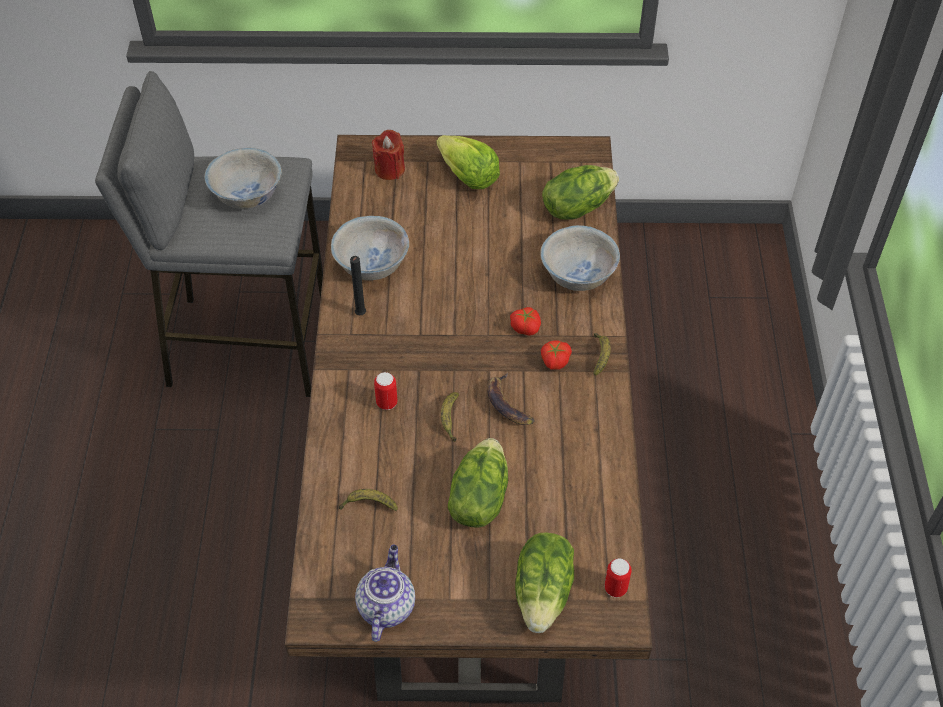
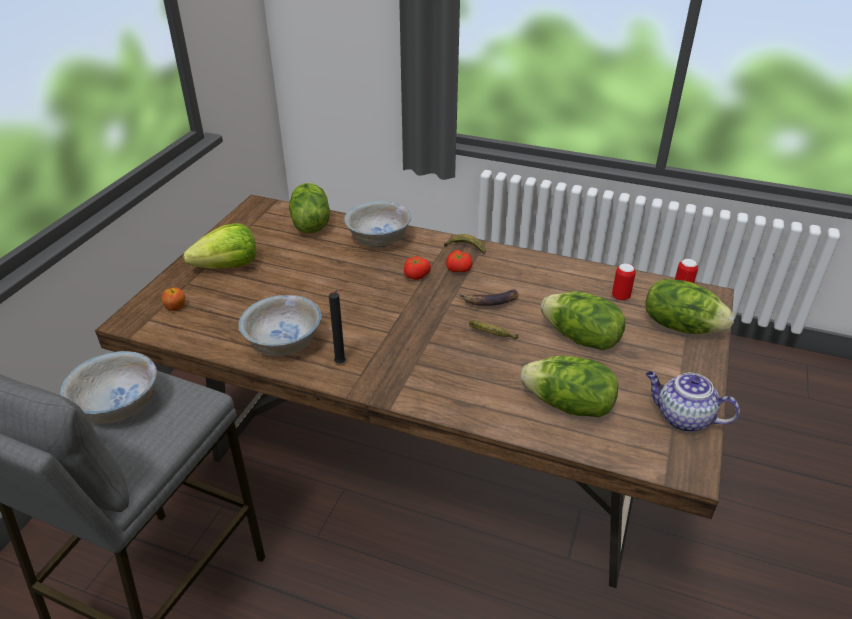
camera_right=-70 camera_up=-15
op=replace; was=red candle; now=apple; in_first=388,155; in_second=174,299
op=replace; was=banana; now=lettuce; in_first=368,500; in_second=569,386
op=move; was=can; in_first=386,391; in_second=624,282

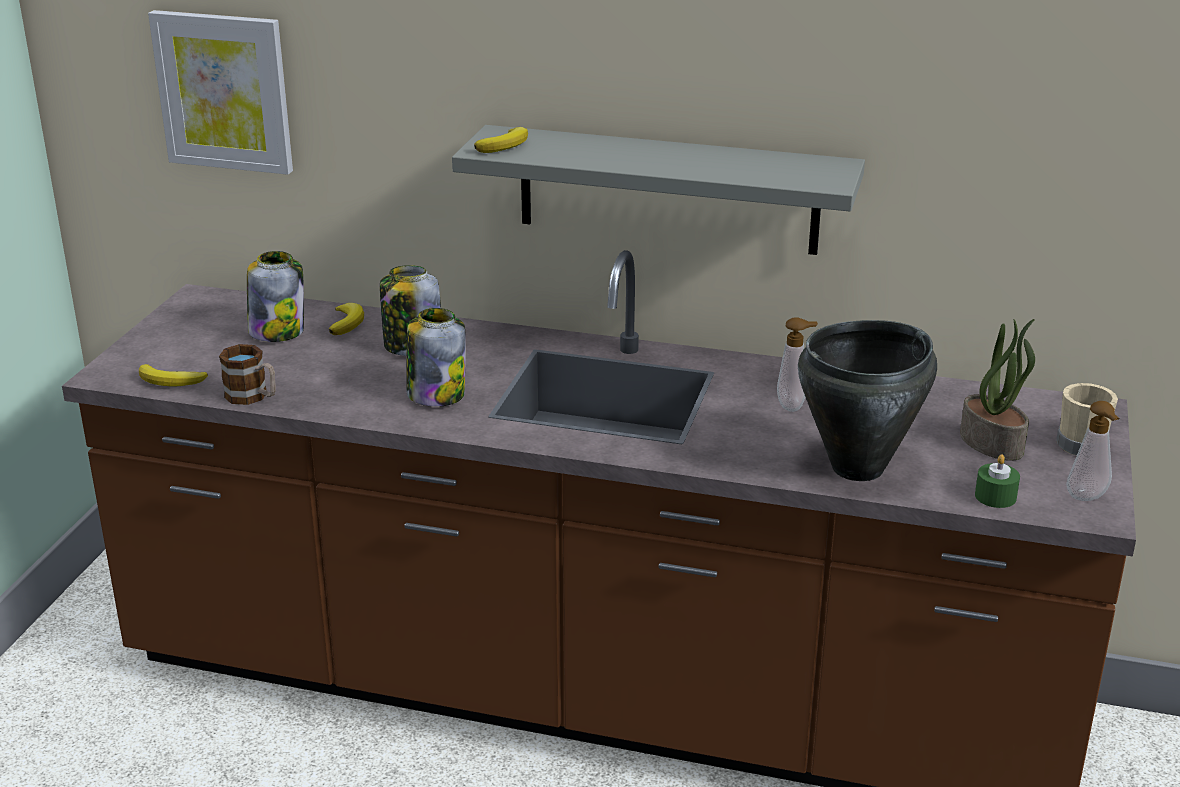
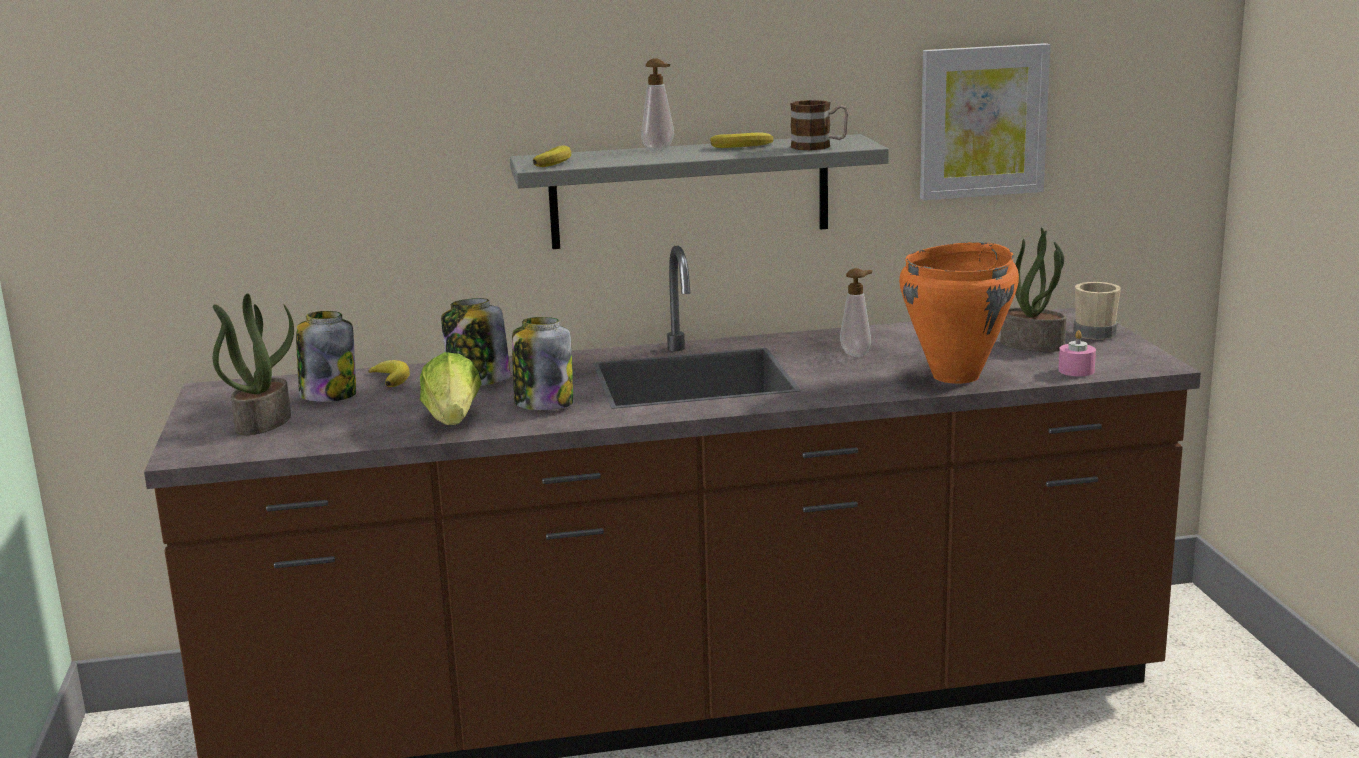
camera_right=-25 camera_up=-10
op=insert; now=potted plant; in_second=253,364
op=insert; now=lettuce; in_second=451,388
op=move; was=soap dispenser; in_first=1093,451; in_second=657,104
op=move; was=banana; in_first=173,375; in_second=742,140
op=move; was=mug; in_first=247,374; in_second=819,125
op=recolor; was=black cooking pot; now=orange cooking pot; in_first=867,400; in_second=959,313
op=move; was=picture; in_first=220,92; in_second=985,121
op=recolor; was=green candle; now=pink candle; in_first=997,481; in_second=1077,353

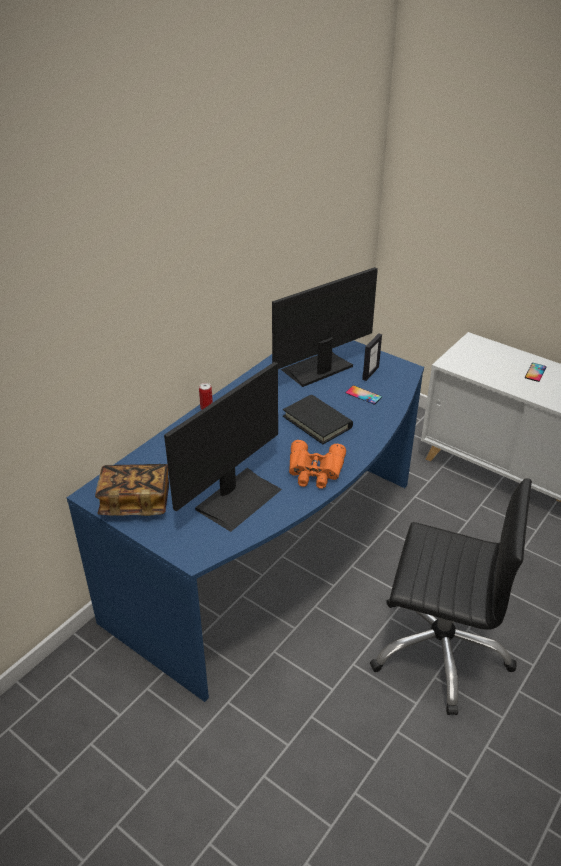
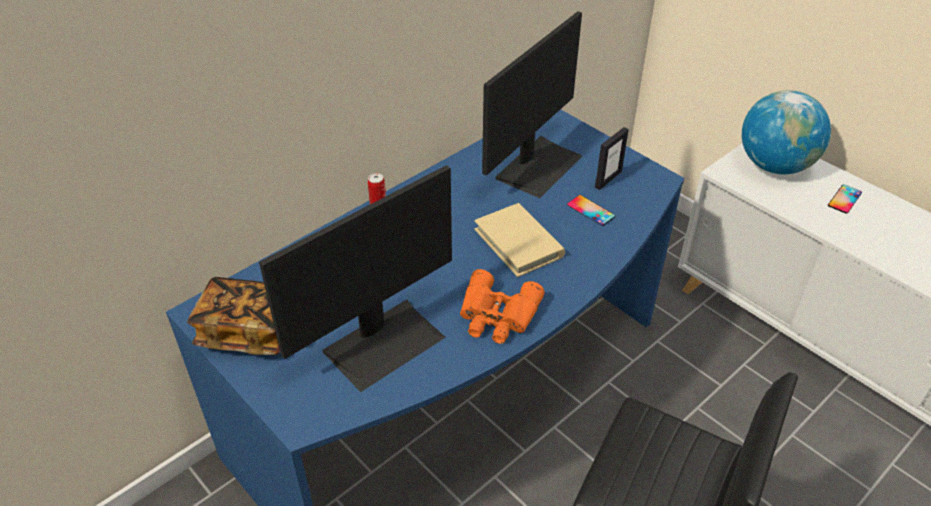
camera_right=10 camera_up=5
op=recolor; was=black book; now=beige book; in_first=318,419; in_second=519,240
op=rotate; was=monitor; in_first=325,327; in_second=532,104; clockwise=150
op=insert; now=globe; in_second=786,132

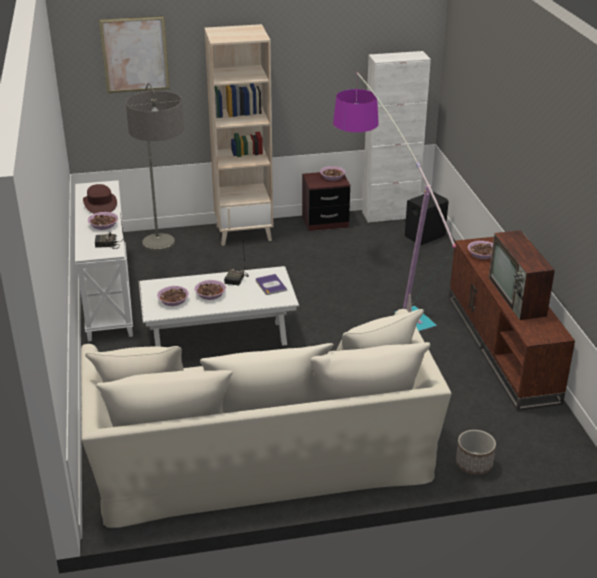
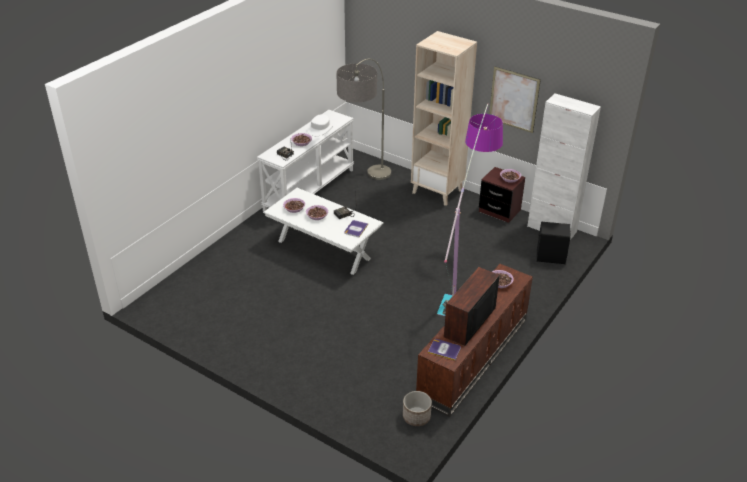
camera_right=45 camera_up=5
op=recolor; was=brown hat; now=white hat; in_first=100,199; in_second=320,125
op=move; was=planter; in_first=476,452; in_second=417,408
op=insert; now=book; in_second=444,350
op=move; was=picture; in_first=134,54; in_second=515,99
op=delete; was=beige sofa; in_first=266,418

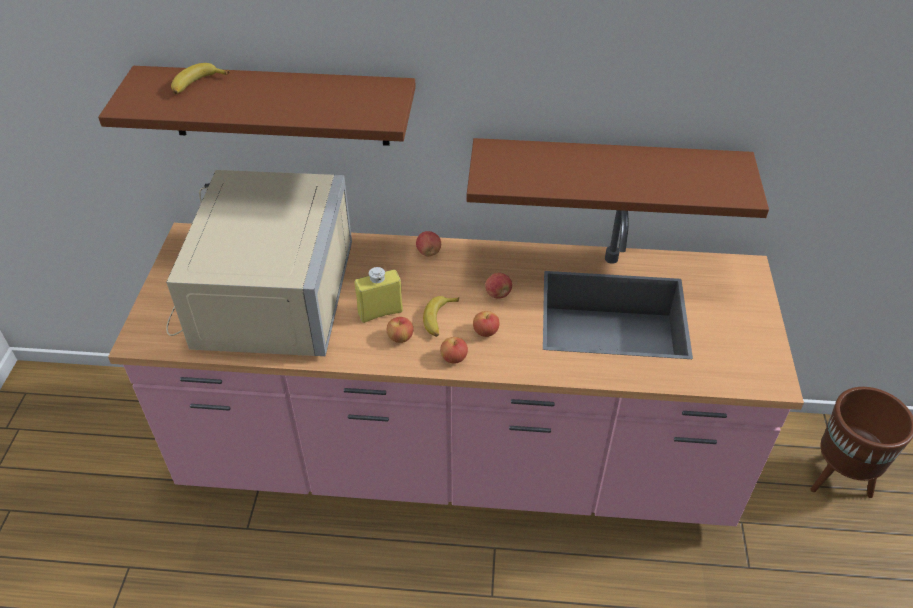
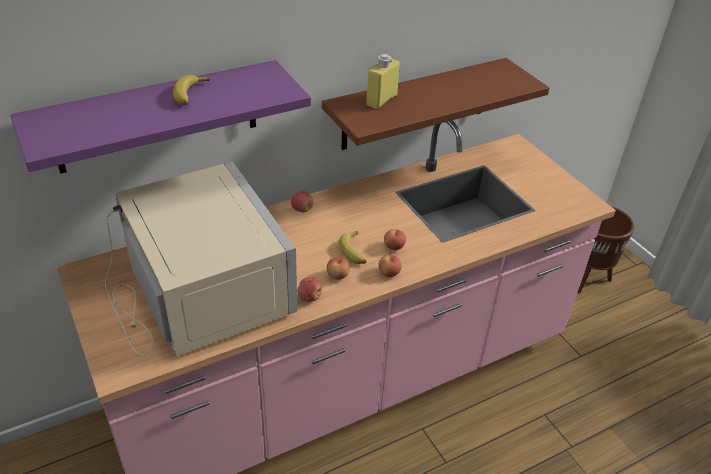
camera_right=-35 camera_up=-5
op=recolor; was=brown shelf; now=purple shelf; in_first=257,106; in_second=160,117
op=move; was=banana; in_first=200,78; in_second=192,90
op=move; was=apple; in_first=498,286; in_second=309,289
op=move; was=yellow bottle; in_first=378,295; in_second=383,81

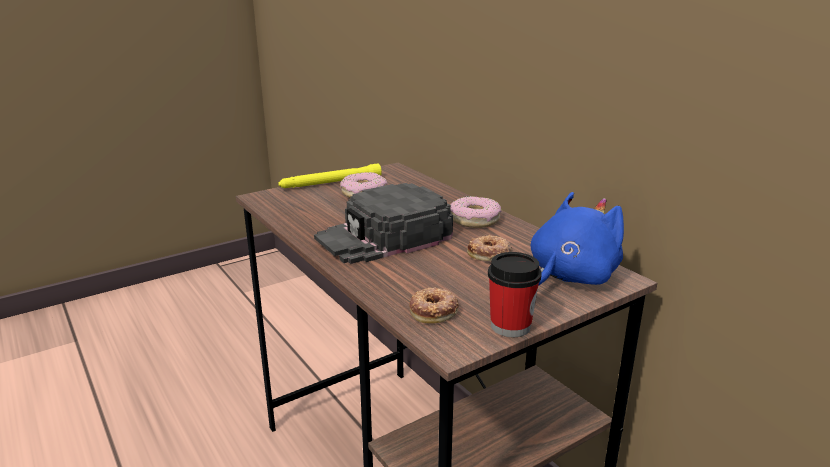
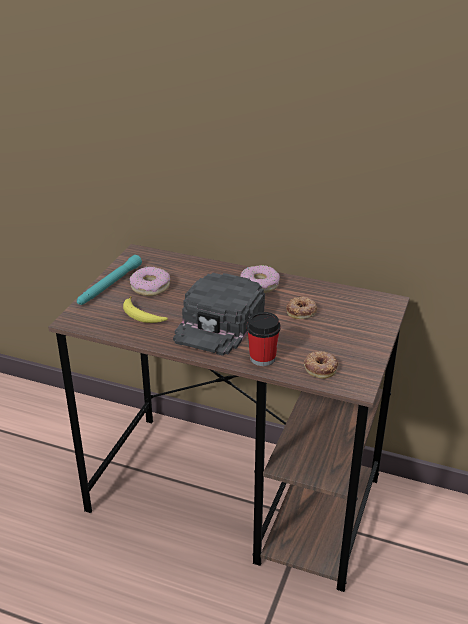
camera_right=-35 camera_up=10
op=recolor; was=yellow flashlight; now=turquoise flashlight; in_first=330,175; in_second=109,280
op=insert; now=banana; in_second=145,309
op=move; was=cup; in_first=515,294; in_second=264,339
op=delete; was=blue plush toy; in_first=577,239

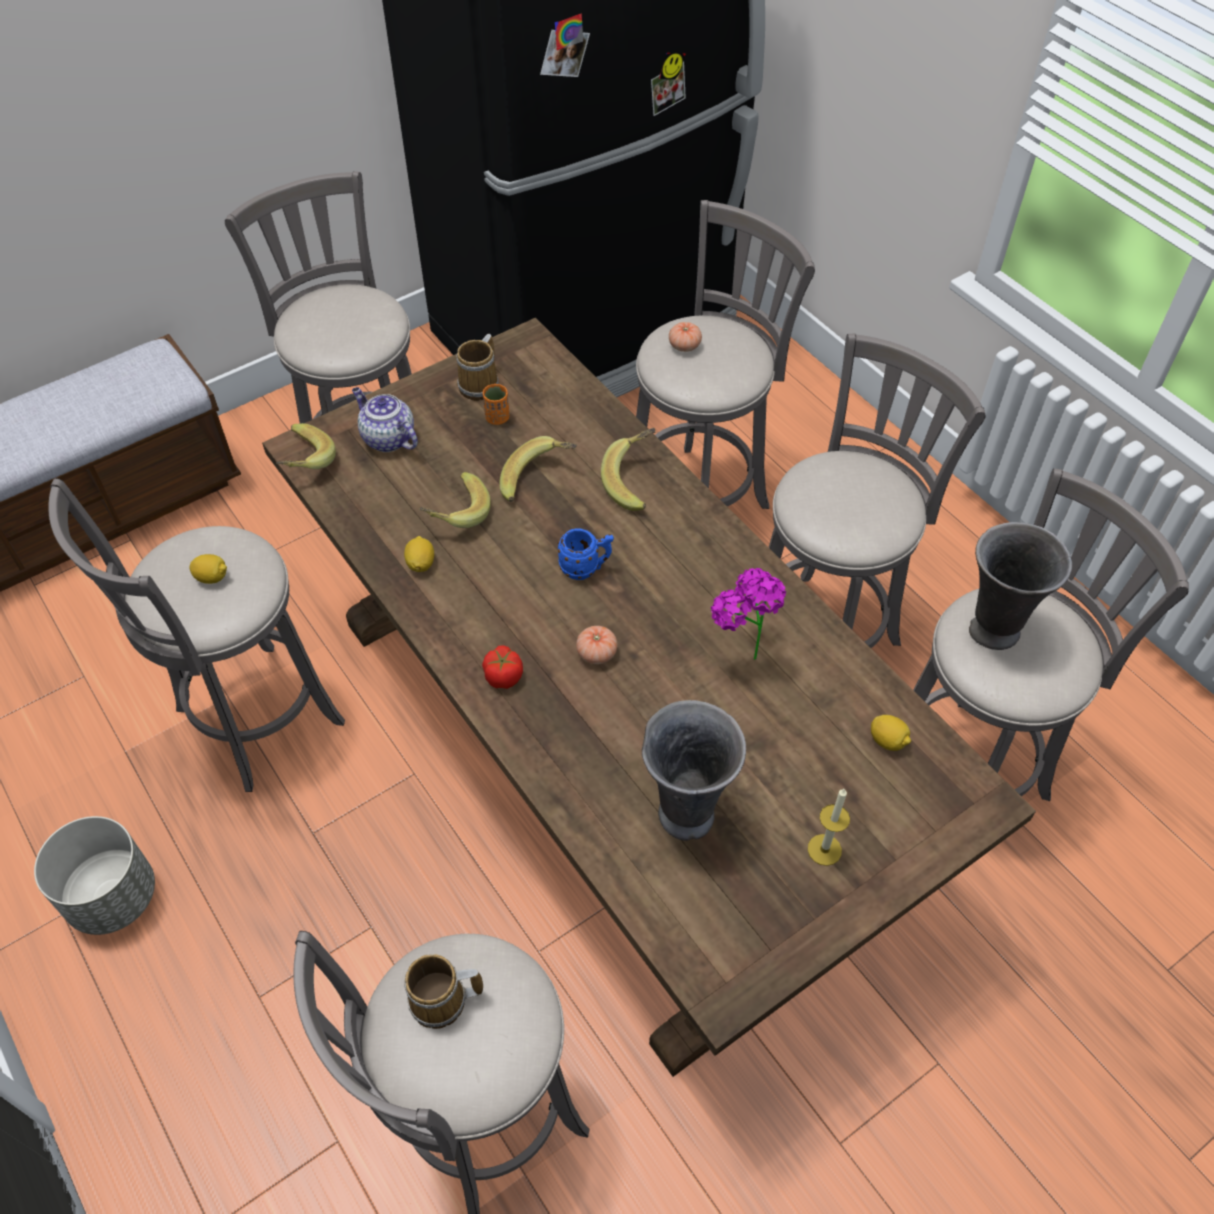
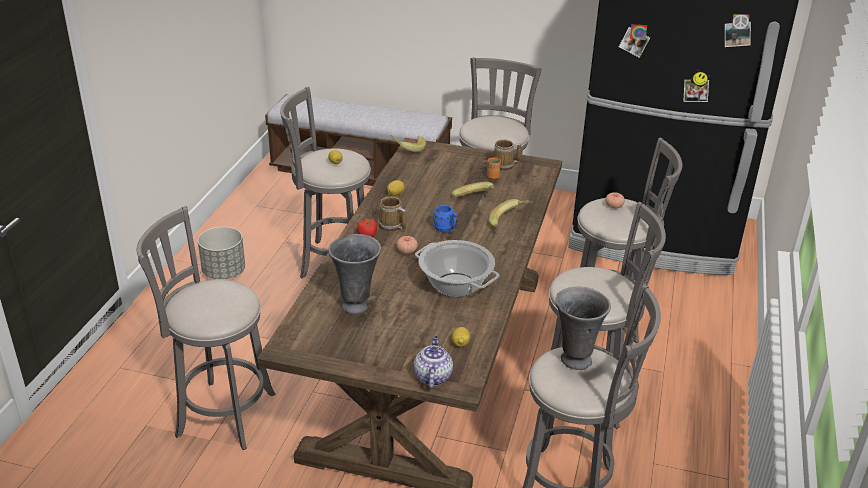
camera_right=50 camera_up=-20
op=move; was=mug; in_first=443,991; in_second=392,214
op=move; was=teapot; in_first=385,419; in_second=433,362
op=replace; was=potted plant; now=cooking pot; in_first=748,614; in_second=457,268
op=delete; was=banana; in_first=454,500
op=delete; was=candle; in_first=829,827

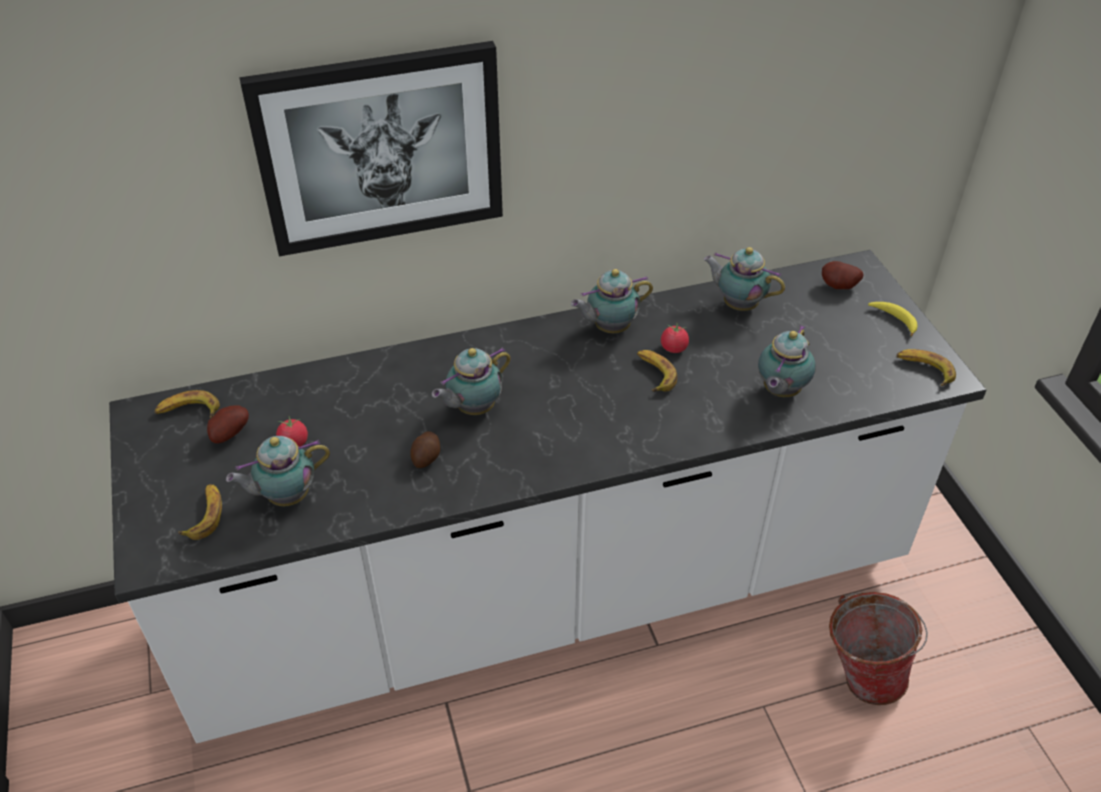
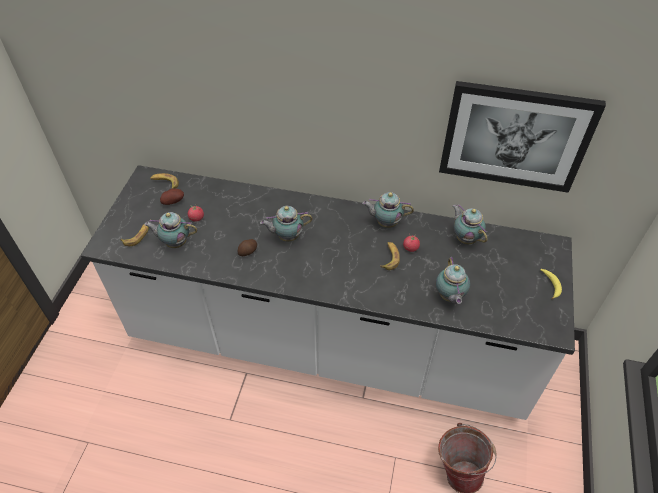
camera_right=30 camera_up=5
op=rotate; was=teapot; in_first=787,361; in_second=453,280; clockwise=-60
op=move; was=picture; in_first=371,148; in_second=522,137
op=delete; was=potato; in_first=843,275
op=delete; was=banana; in_first=926,367

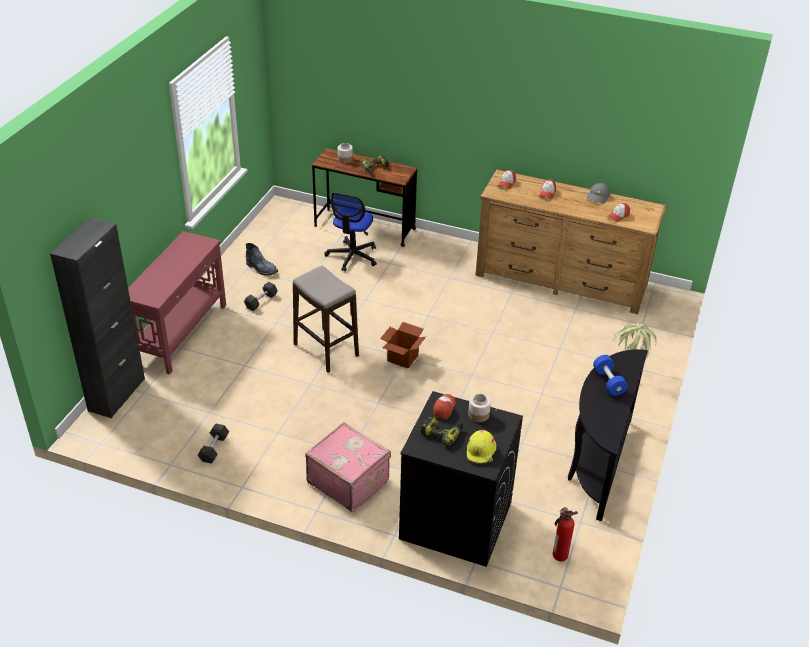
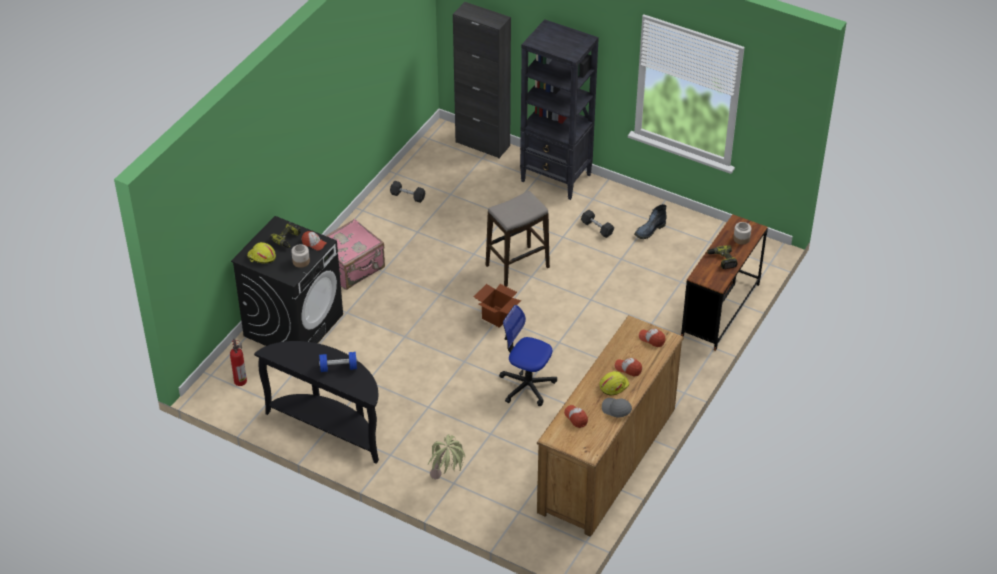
camera_right=100 camera_up=5
op=move; was=office chair; in_first=350,232; in_second=528,355
op=replace; was=red console table; now=black bookcase; in_first=177,303; in_second=559,109
op=insert; now=yellow hard hat; in_second=614,383

